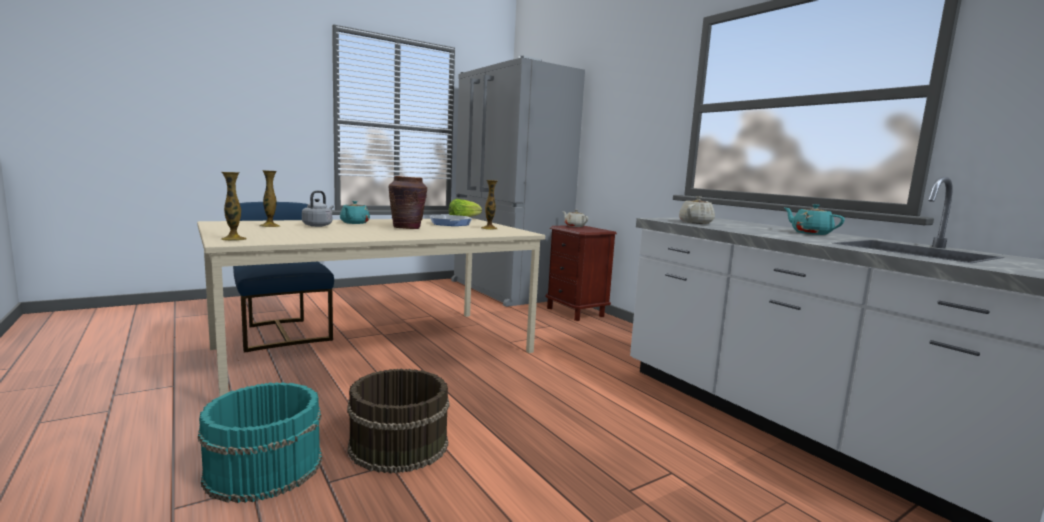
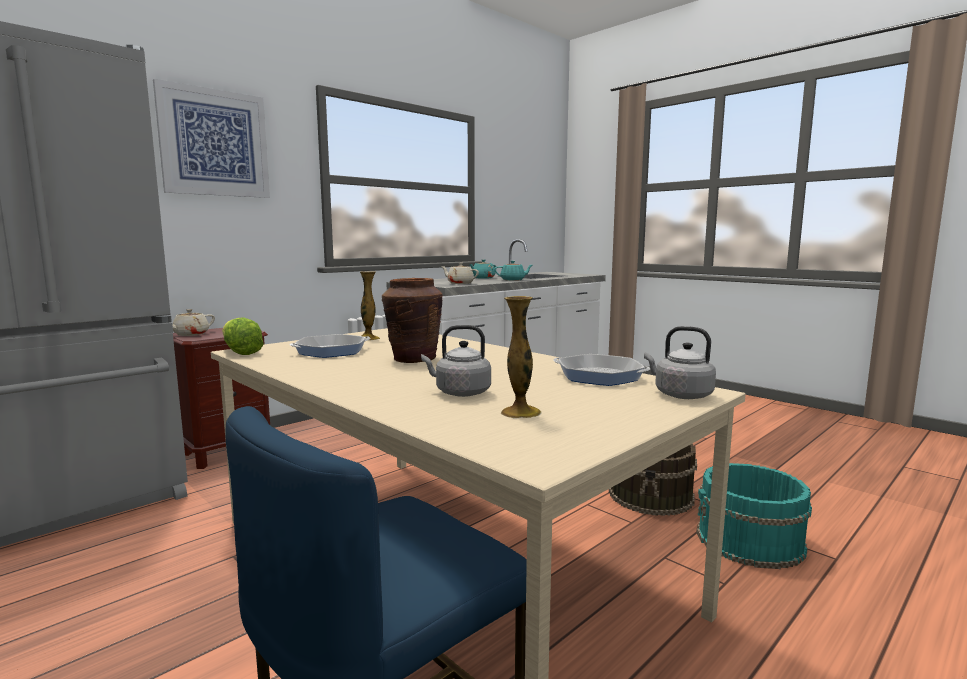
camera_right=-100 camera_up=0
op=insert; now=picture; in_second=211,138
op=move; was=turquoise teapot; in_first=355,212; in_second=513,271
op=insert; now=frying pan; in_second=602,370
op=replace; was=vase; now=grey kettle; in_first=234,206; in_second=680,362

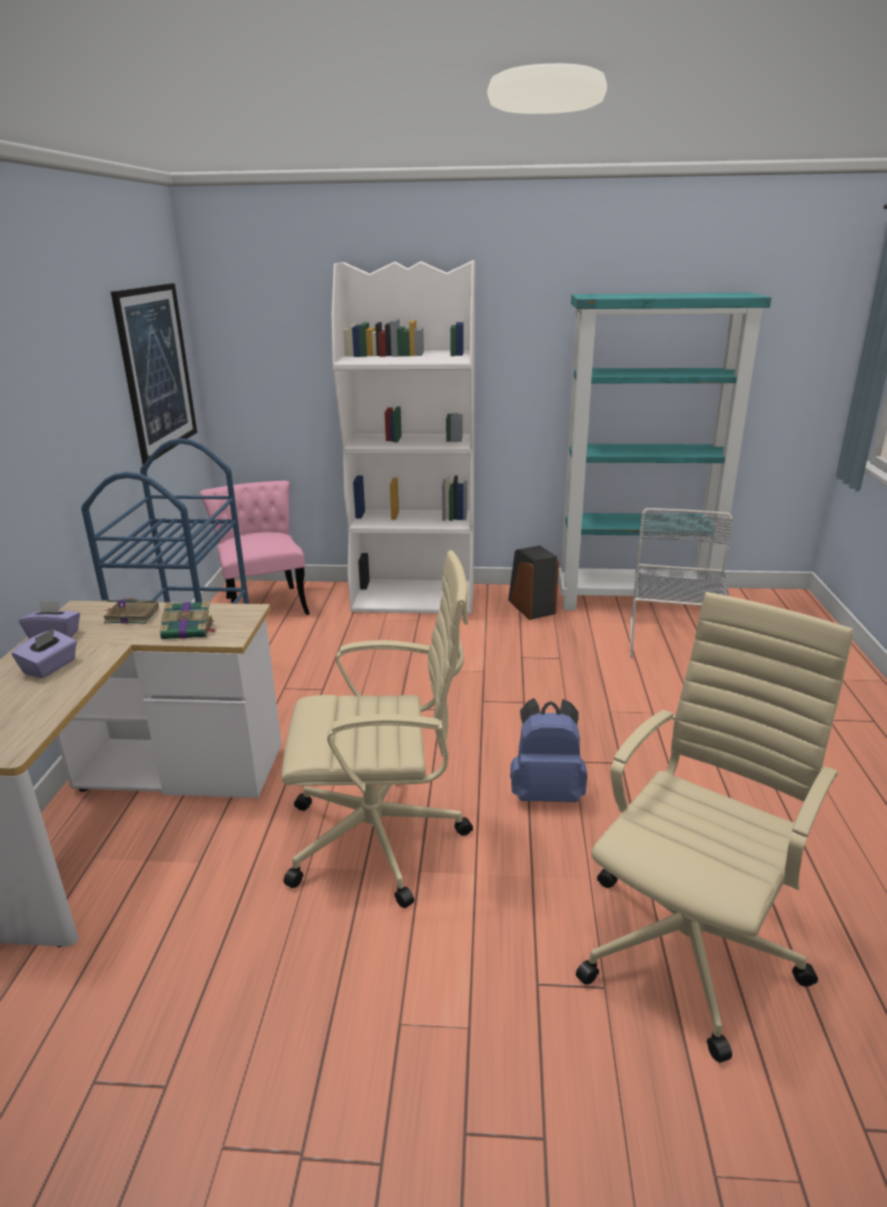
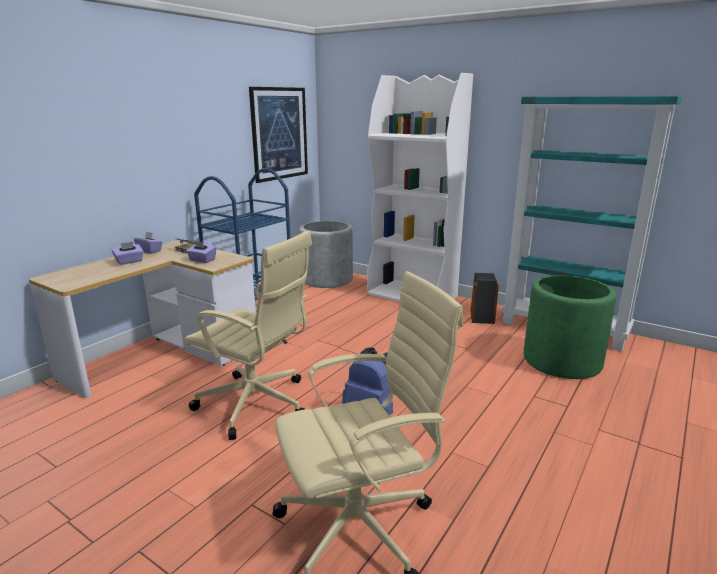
camera_right=30 camera_up=-5
op=replace; was=book; now=purple tissue box; in_first=188,620; in_second=201,252
op=replace; was=pink chair; now=grey planter; in_first=255,548; in_second=326,254
op=replace; was=grey chair; now=green planter; in_first=681,582; in_second=570,327

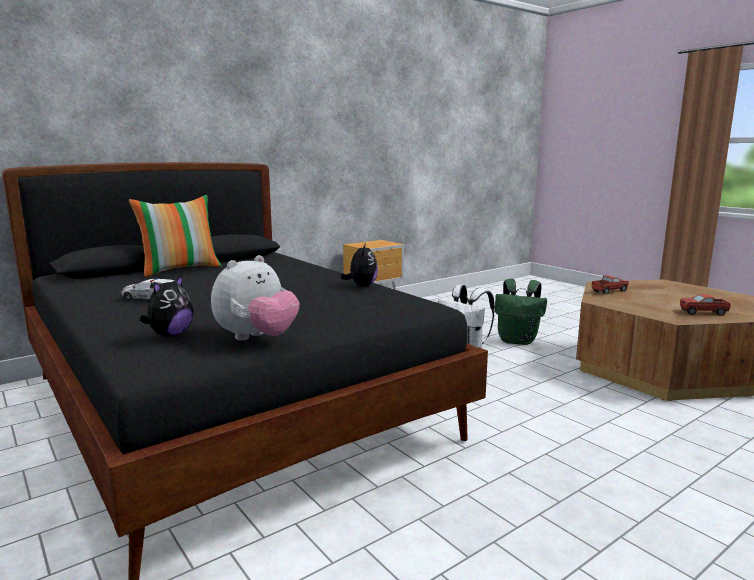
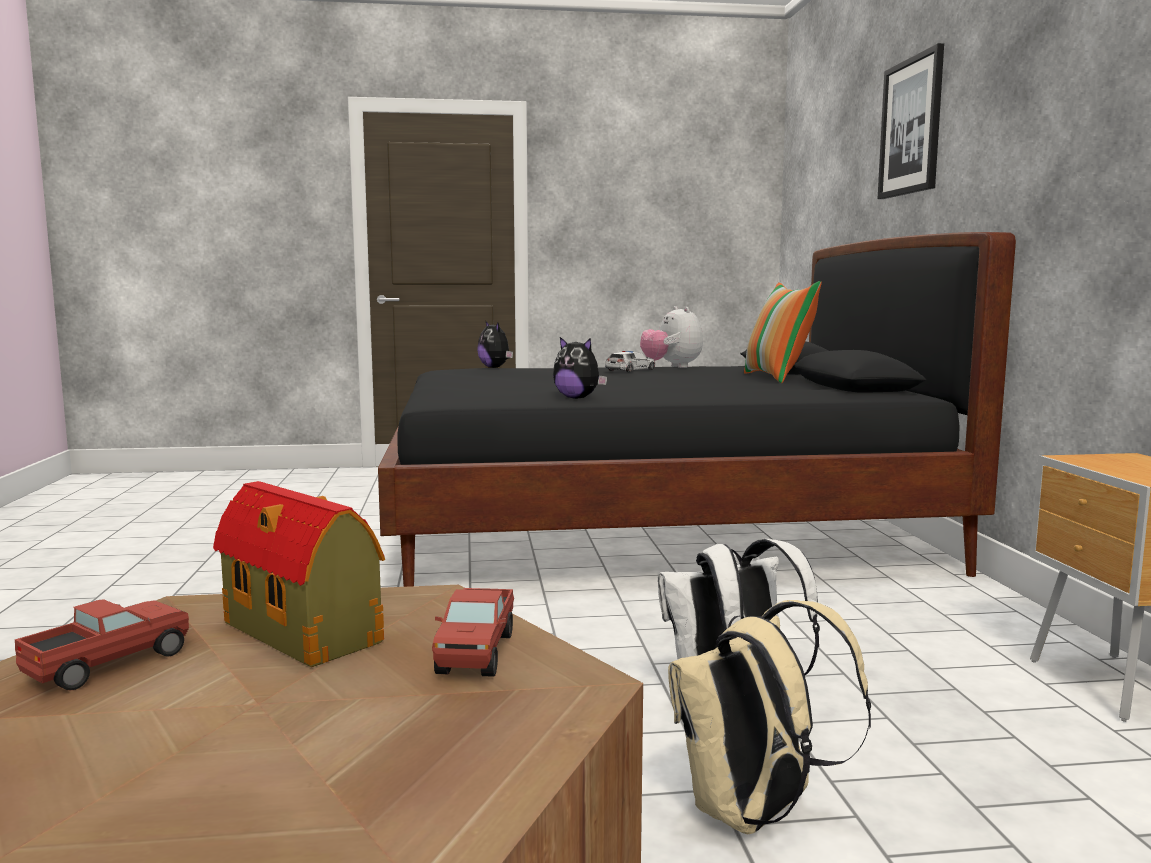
camera_right=120 camera_up=-5
op=insert; now=toy house; in_second=299,574
op=move; was=plush toy; in_first=255,298; in_second=671,337
op=recolor; was=green backpack; now=beige backpack; in_first=521,312; in_second=769,717
op=insert; now=picture; in_second=911,121

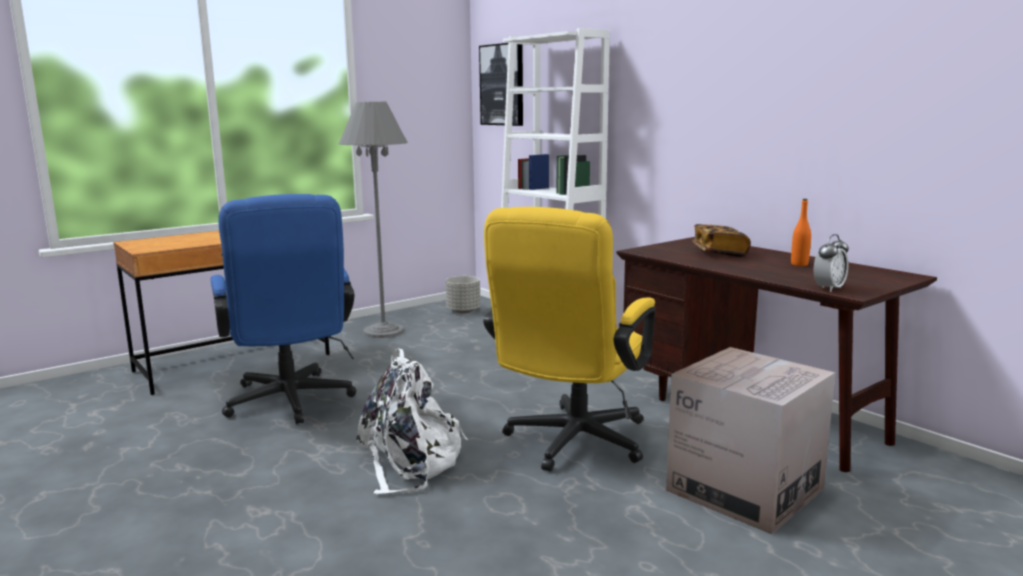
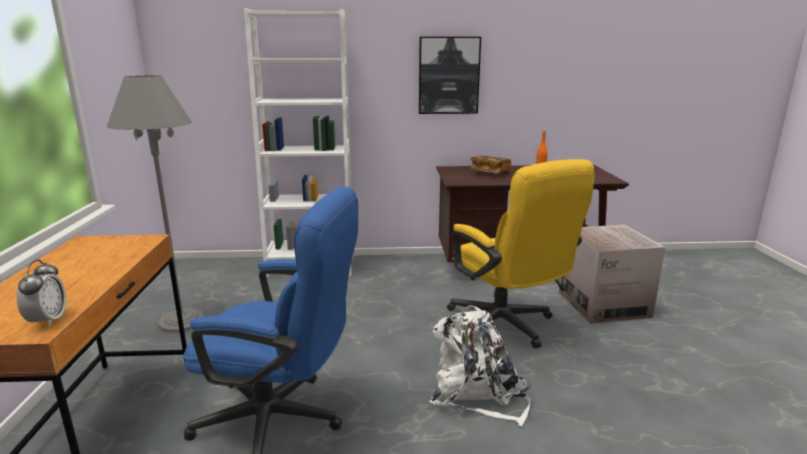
camera_right=-55 camera_up=5
op=move; was=alarm clock; in_first=831,263; in_second=41,293
op=move; was=picture; in_first=501,84; in_second=450,75
op=delete; was=grey planter; in_first=463,294

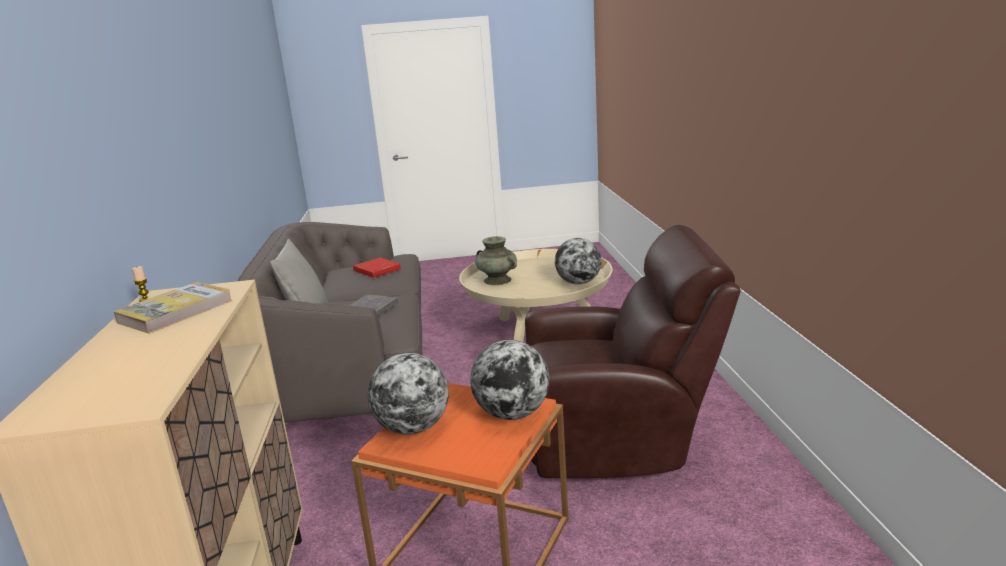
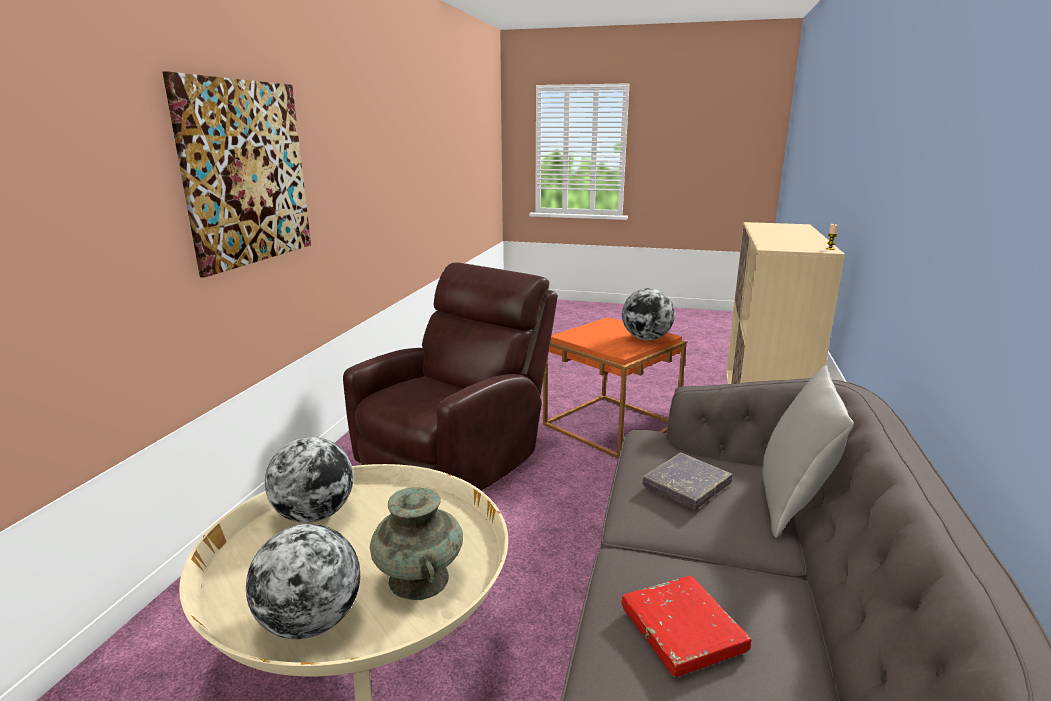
camera_right=-160 camera_up=0
op=insert; now=picture; in_second=237,174
op=move; was=globe; in_first=509,380; in_second=303,581
op=rotate; was=brown armchair; in_first=633,351; in_second=450,376; clockwise=105
op=delete; was=book; in_first=173,308

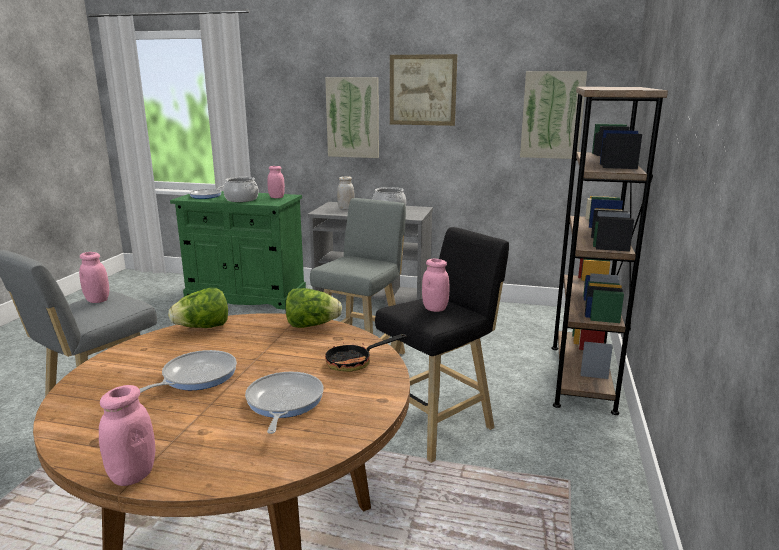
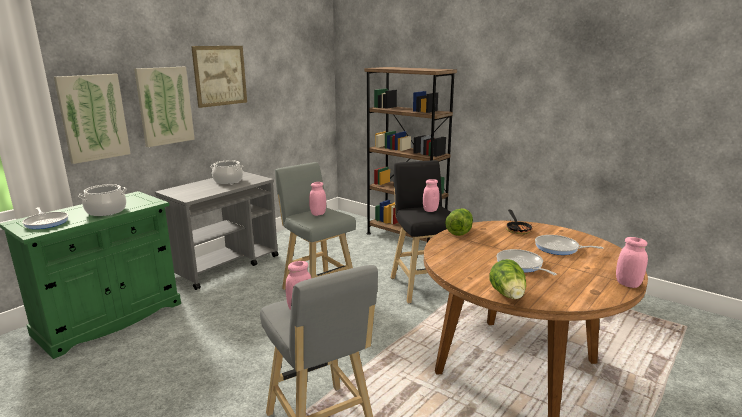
camera_right=-65 camera_up=0
op=move; was=picture; in_first=553,115; in_second=92,119
op=move; was=pink jar; in_first=276,182; in_second=317,199
op=move; was=lettuce; in_first=198,308; in_second=508,279
op=delete; was=white jar; in_first=345,192

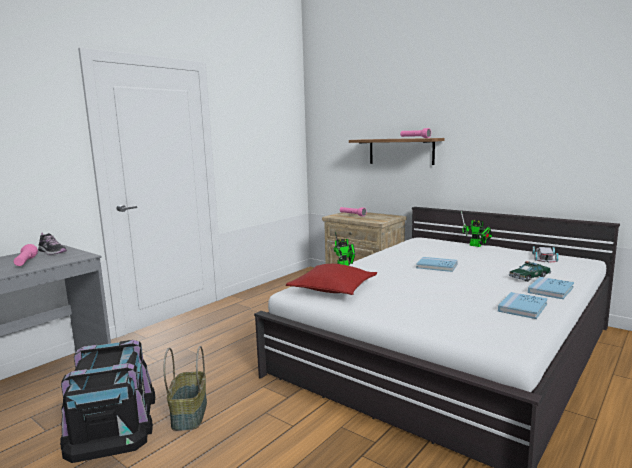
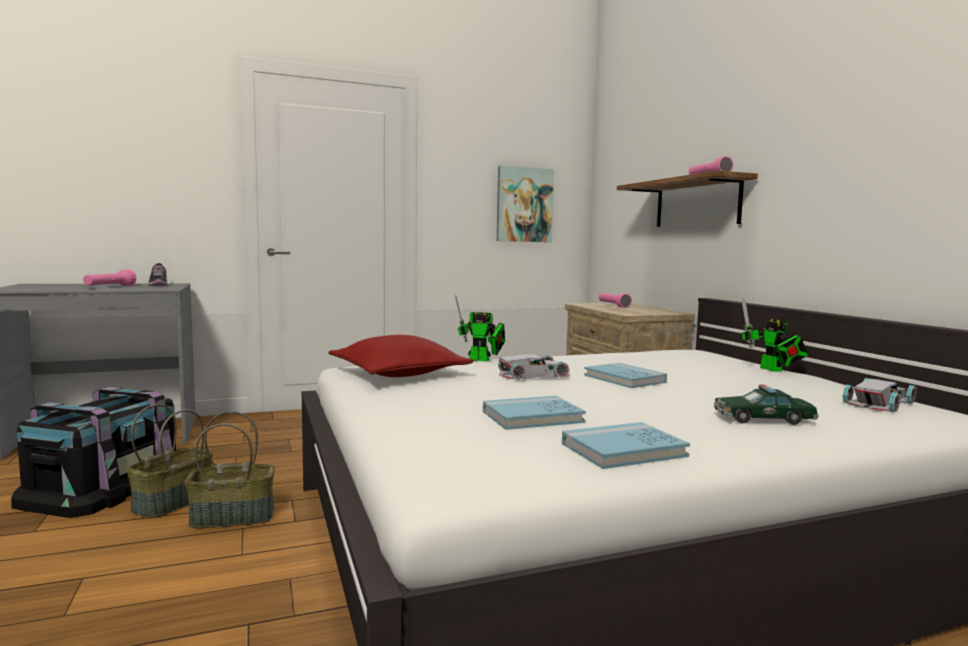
camera_right=30 camera_up=-5
op=insert; now=basket; in_second=230,469
op=move; was=blue book; in_first=551,288; in_second=534,413
op=insert; now=picture; in_second=525,204
op=insert; now=white toy car; in_second=534,367

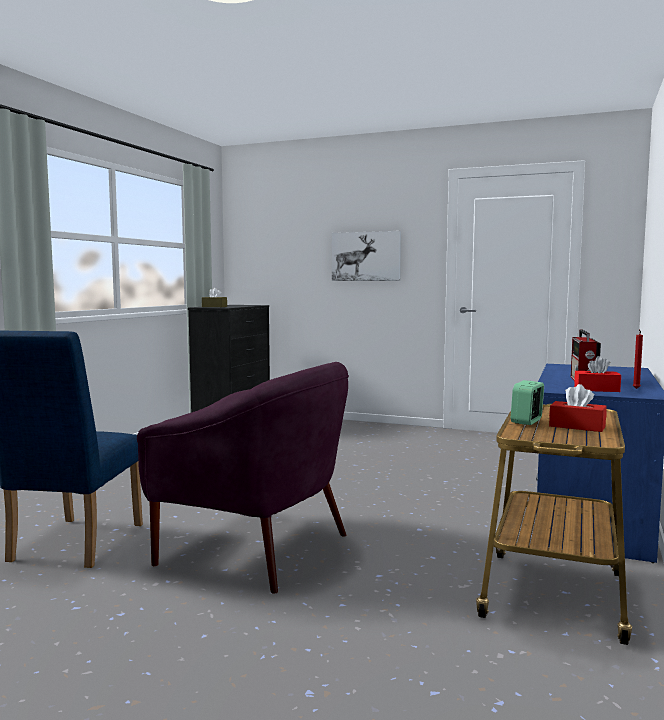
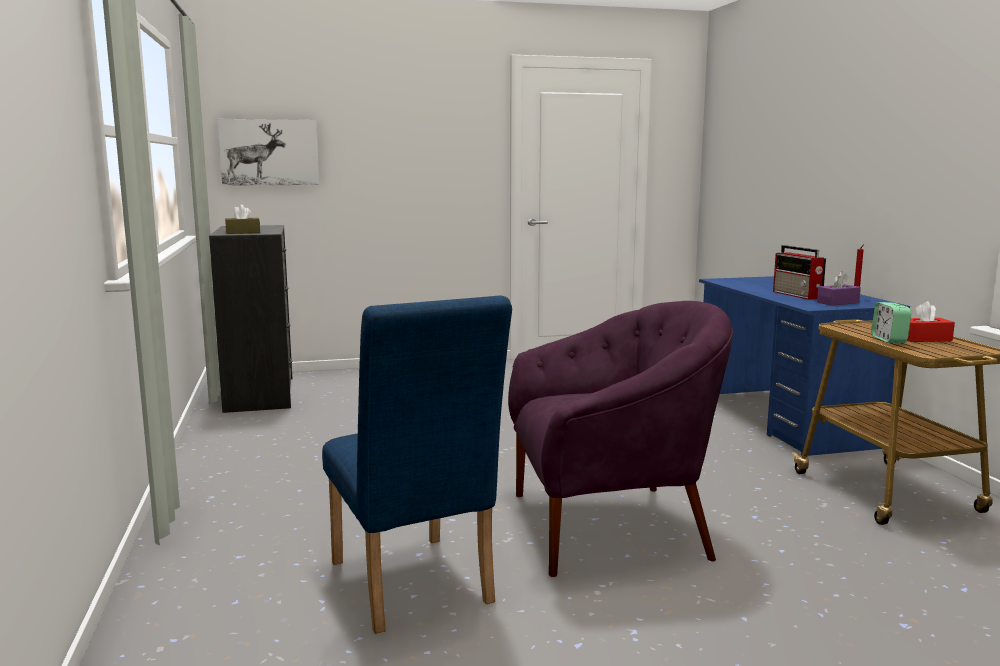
camera_right=-35 camera_up=5
op=move; was=picture; in_first=366,256; in_second=268,152
op=recolor; was=red tissue box; now=purple tissue box; in_first=597,374; in_second=839,288

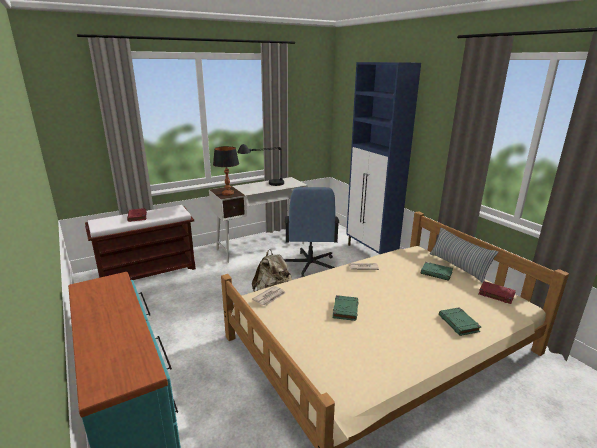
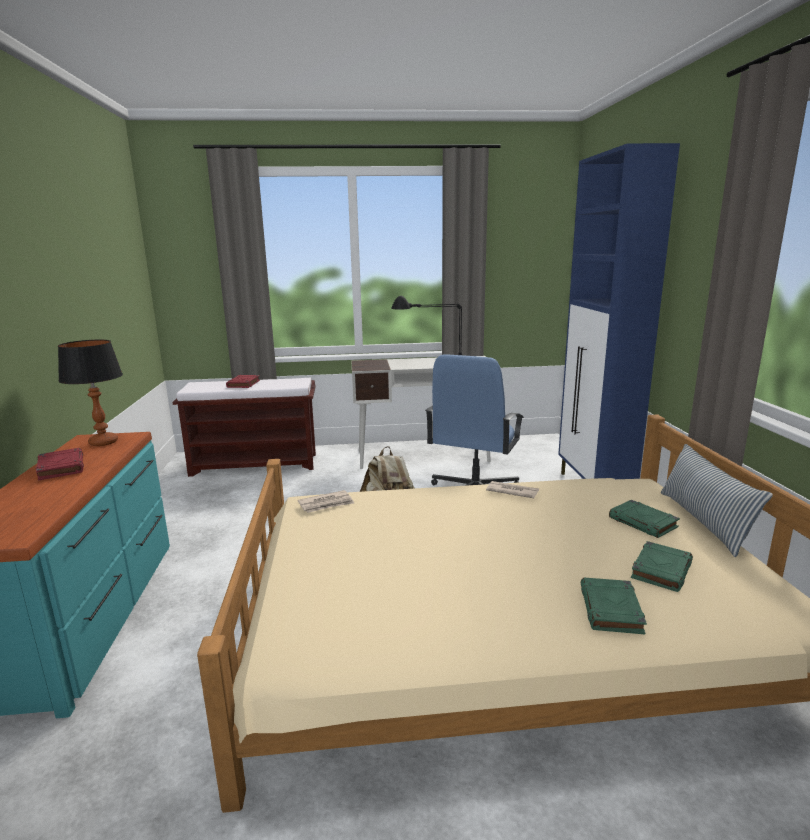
camera_right=25 camera_up=-5
op=move; was=red book; in_first=497,292; in_second=60,464
op=move; was=table lamp; in_first=226,171; in_second=90,393
op=move; was=green book; in_first=345,308; in_second=662,566

